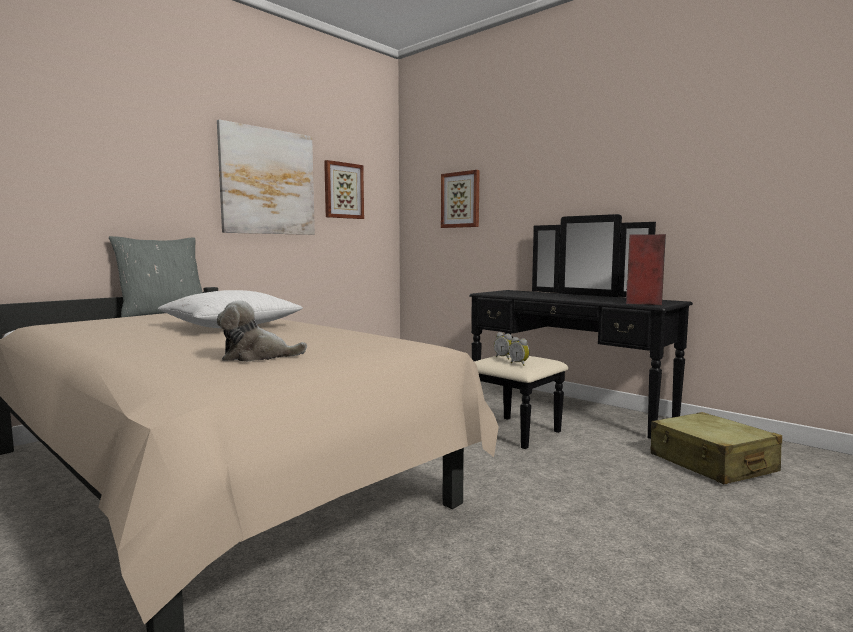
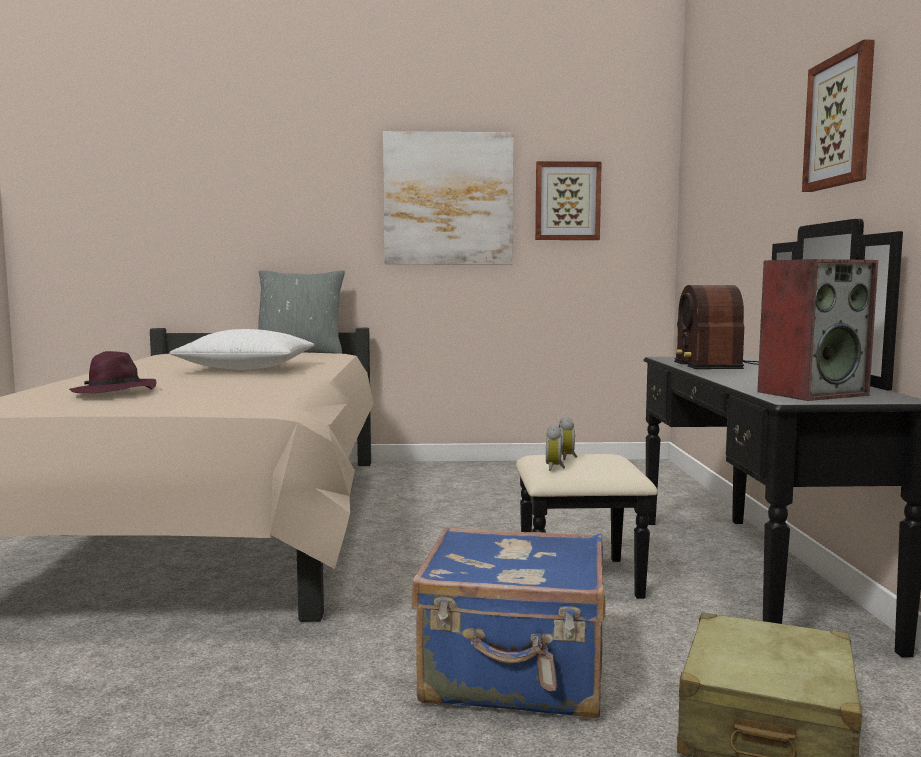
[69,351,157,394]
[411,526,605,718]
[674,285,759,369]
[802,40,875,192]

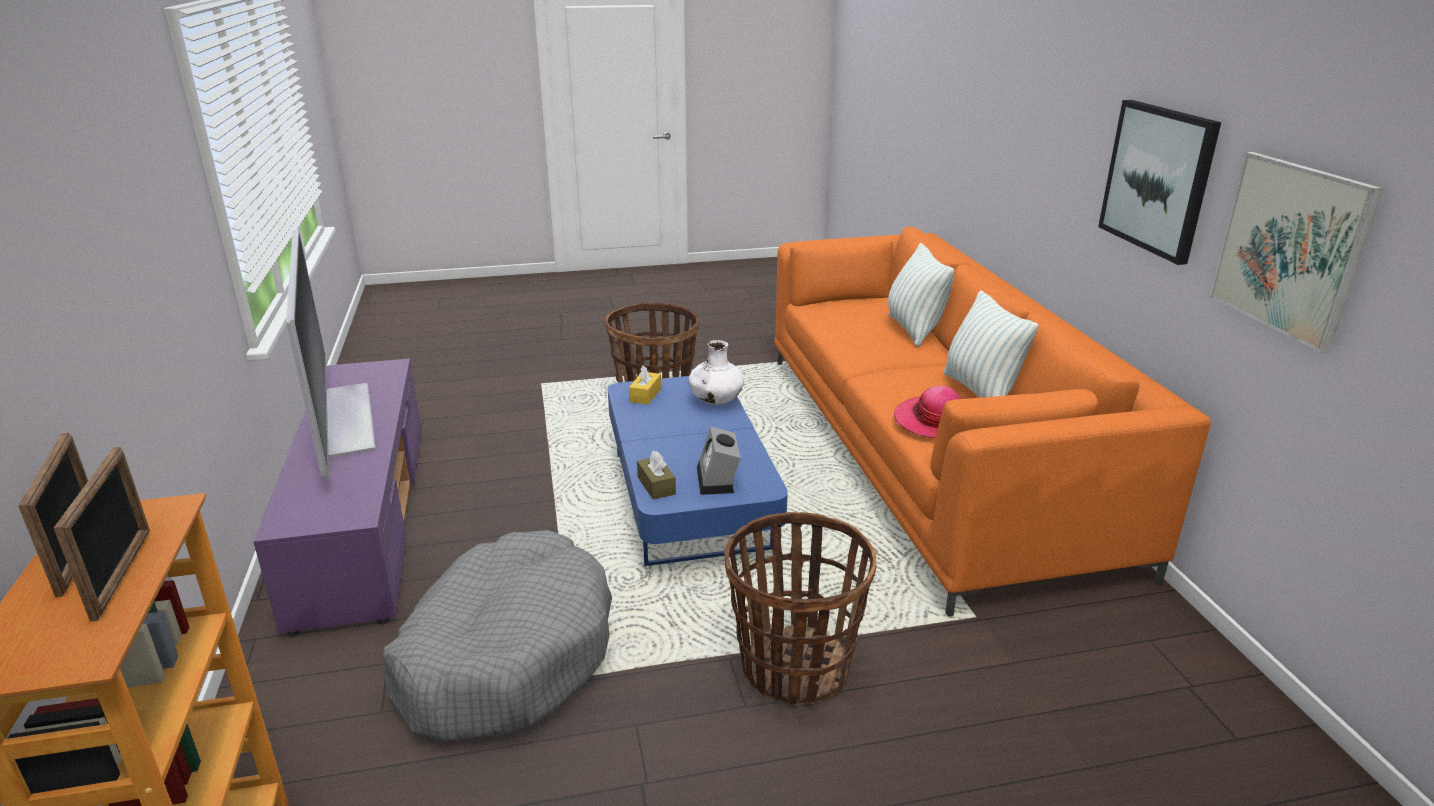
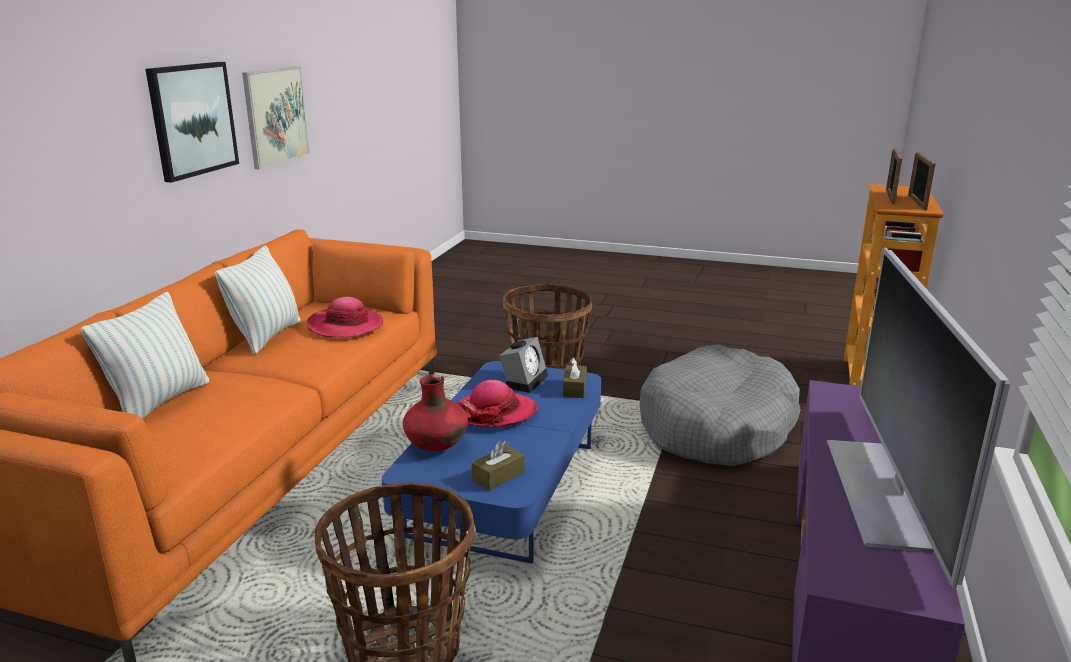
[403,374,468,451]
[457,380,538,428]
[472,441,525,491]

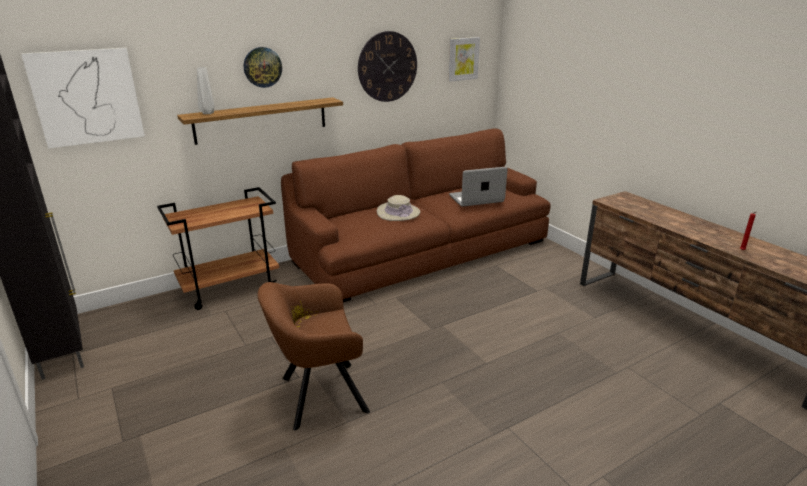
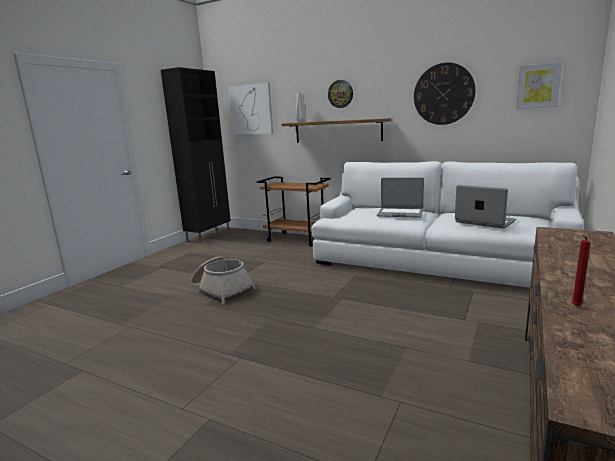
[192,256,256,304]
[311,161,584,288]
[376,178,424,218]

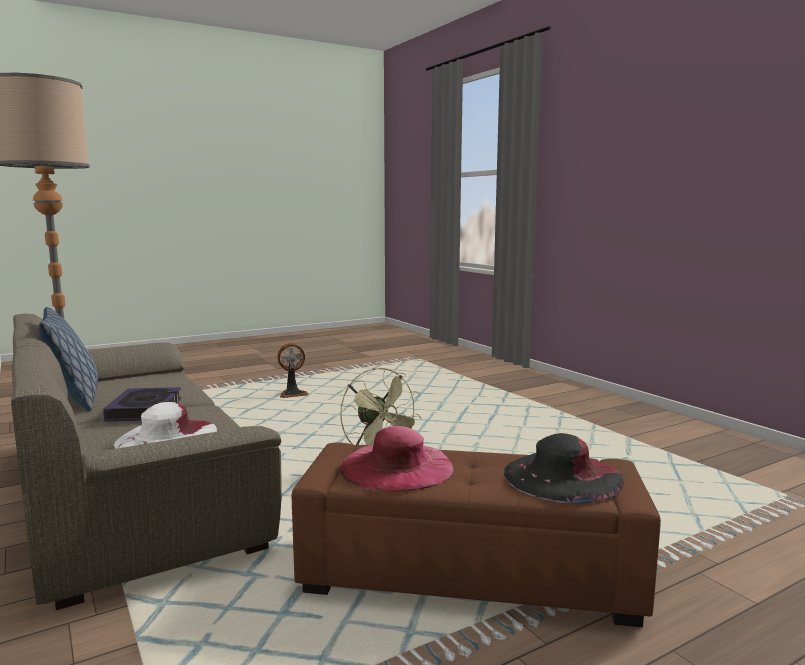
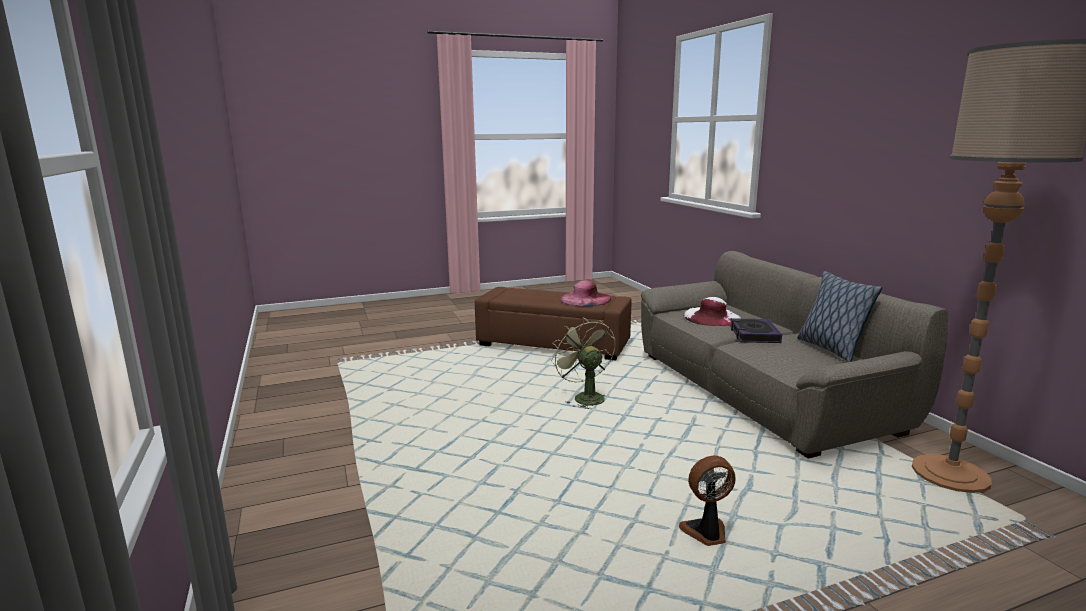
[504,433,624,504] (first image)

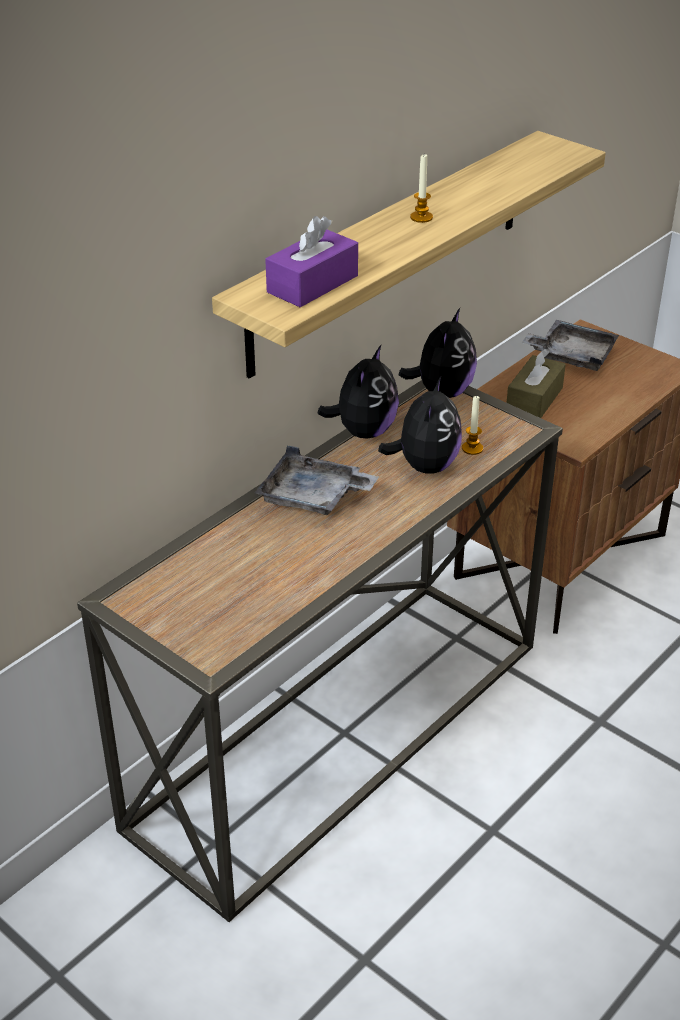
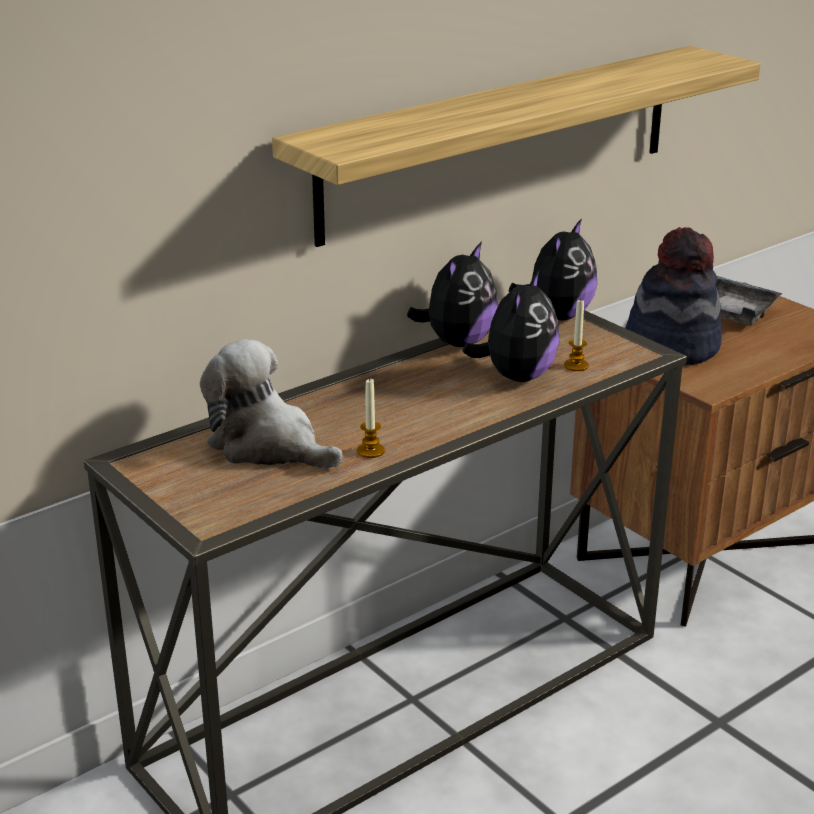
[200,339,342,469]
[357,378,385,458]
[625,227,722,365]
[255,445,378,515] (first image)
[265,216,358,307] (first image)

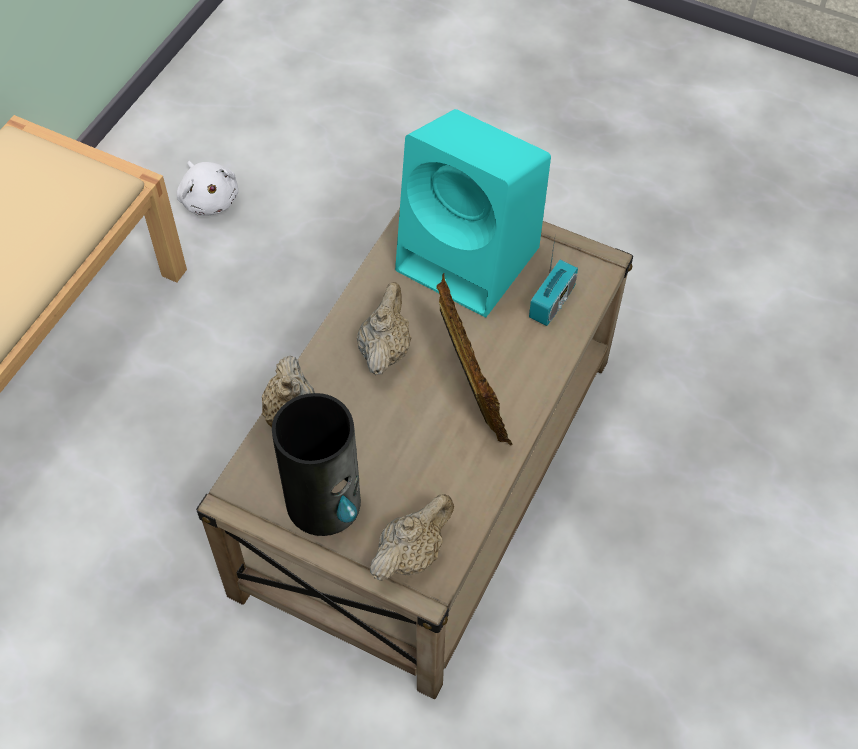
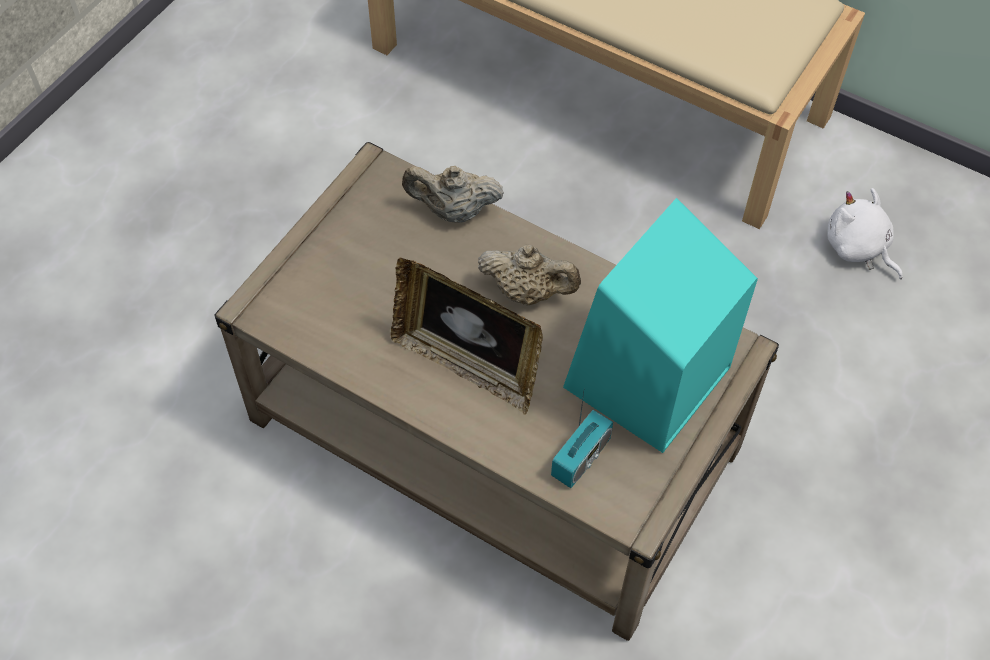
[391,257,543,415]
[551,392,613,488]
[827,188,902,279]
[272,393,361,536] (first image)
[370,494,454,581] (first image)

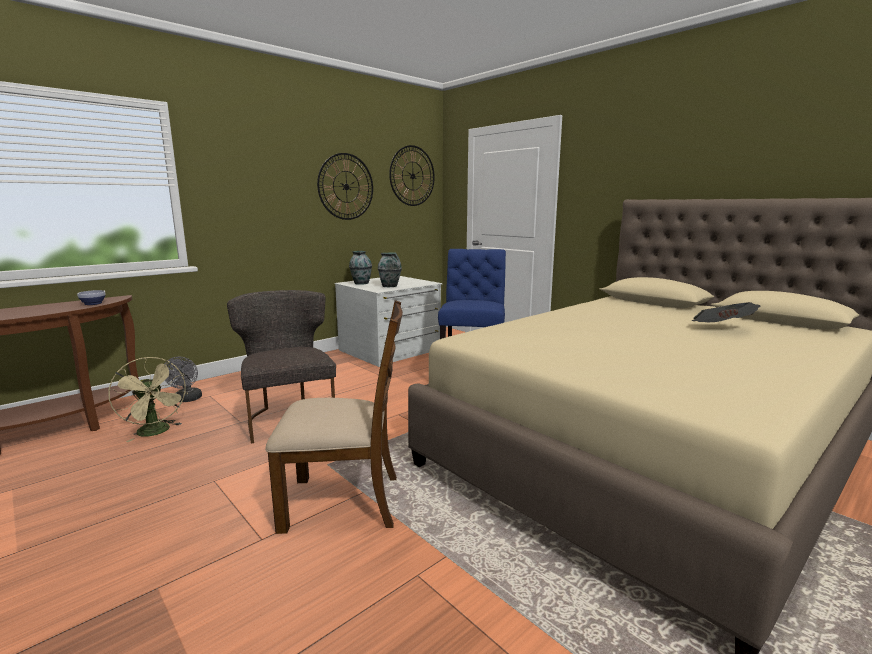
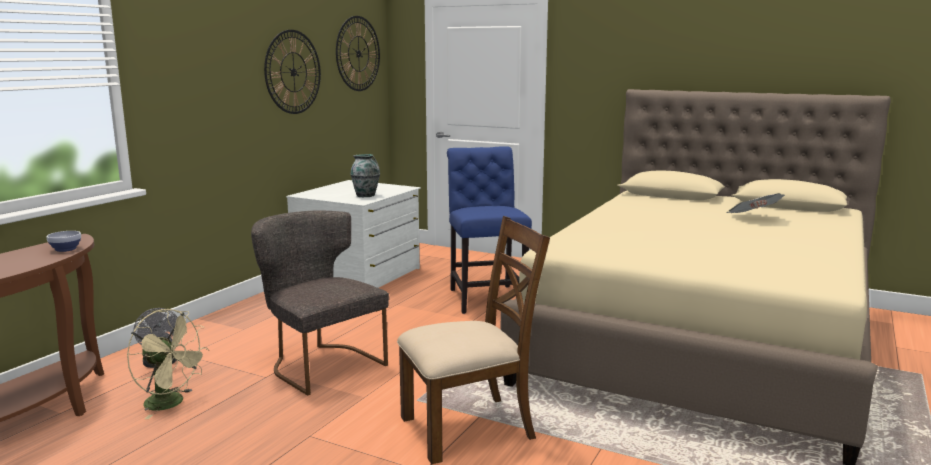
[349,251,372,284] (first image)

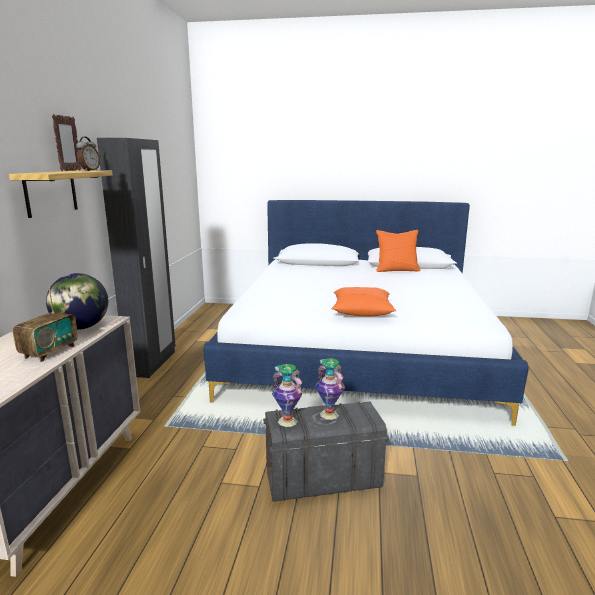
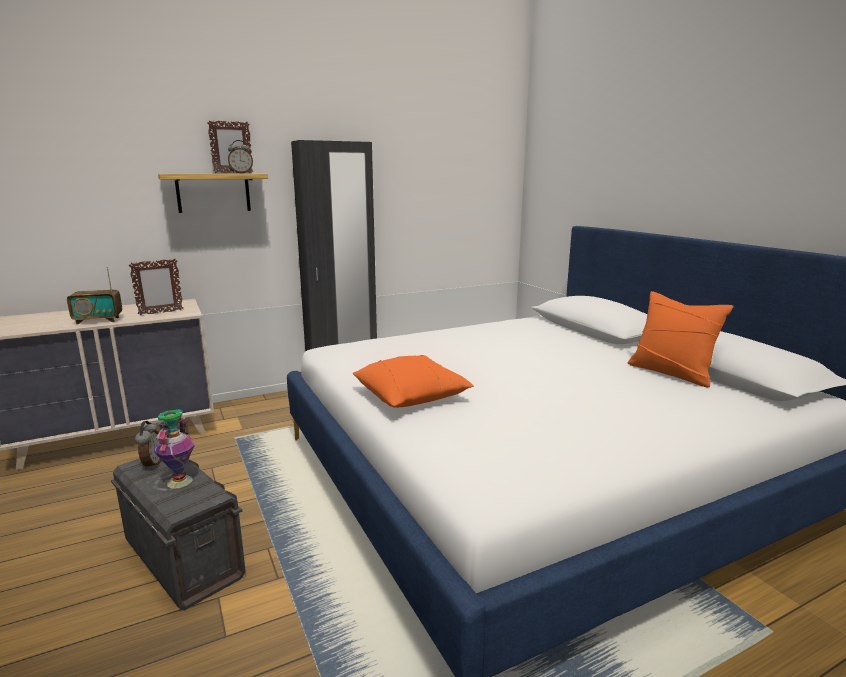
[129,258,183,316]
[135,421,161,470]

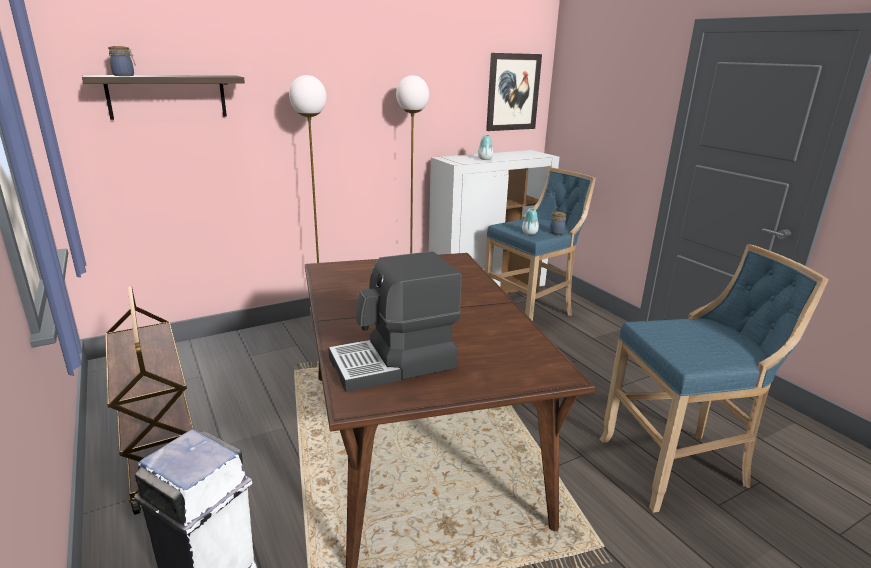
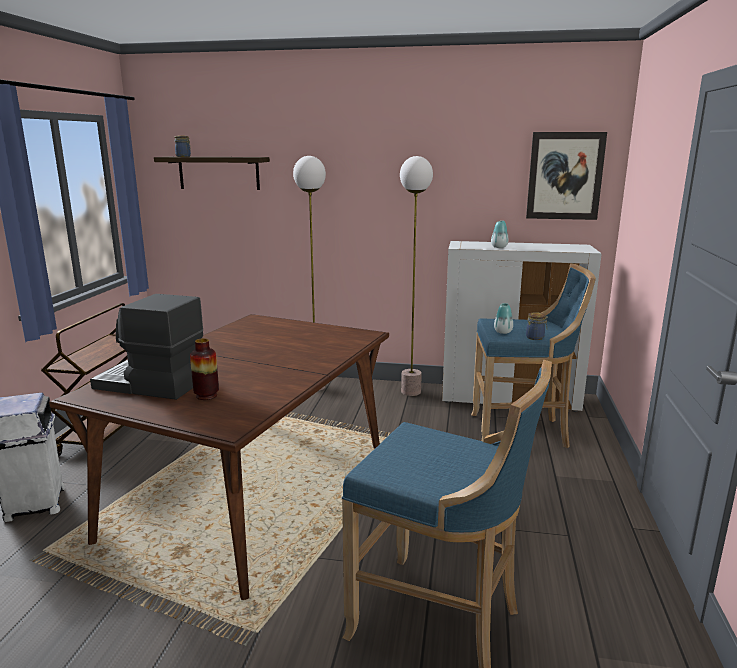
[190,338,219,400]

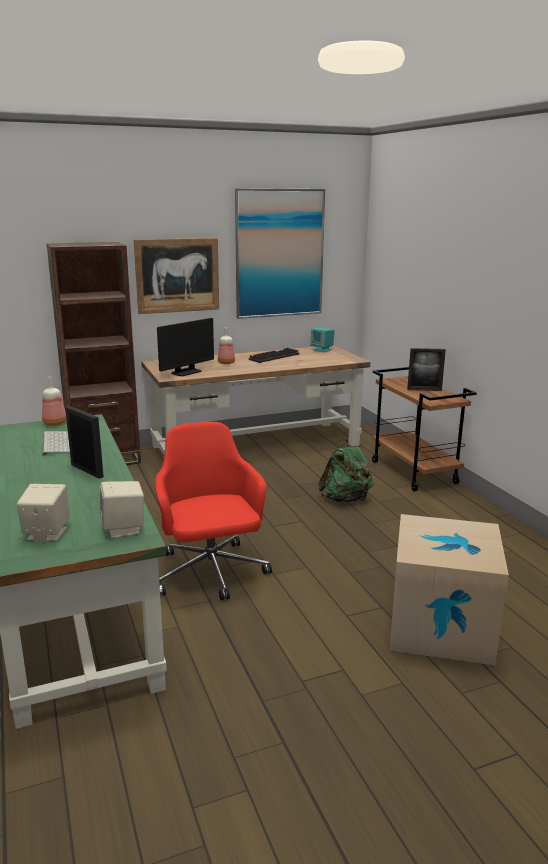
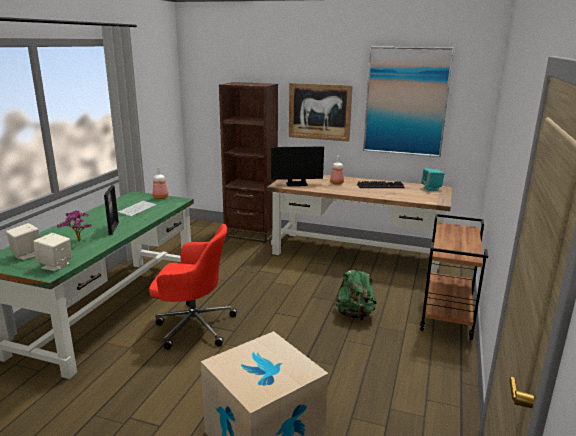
[57,211,92,241]
[149,224,237,350]
[407,348,446,391] (first image)

